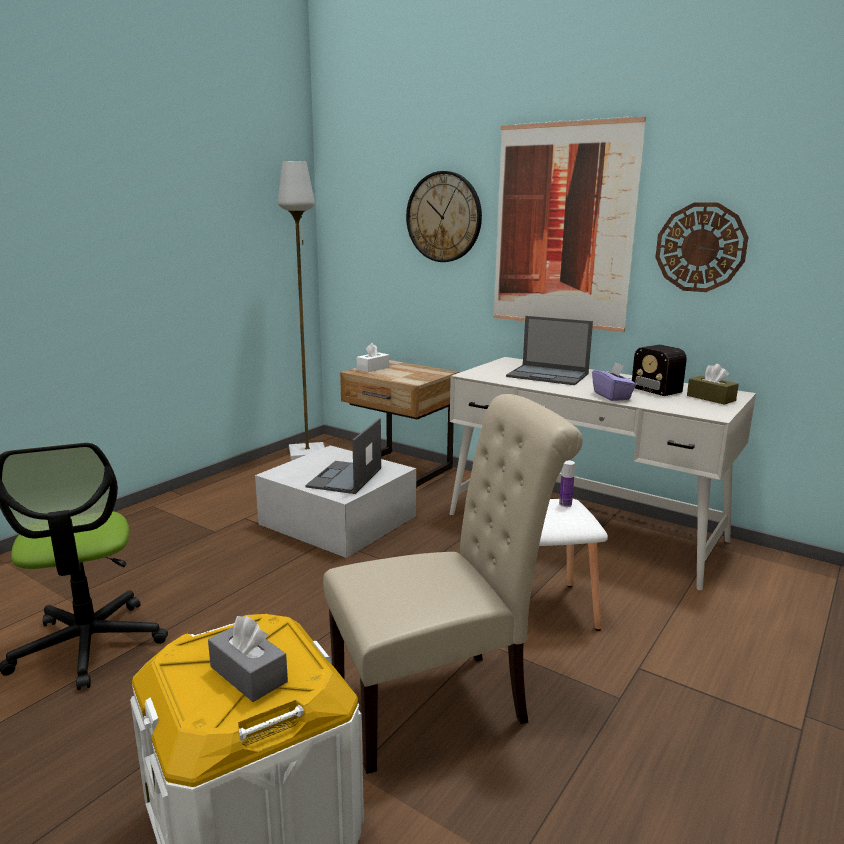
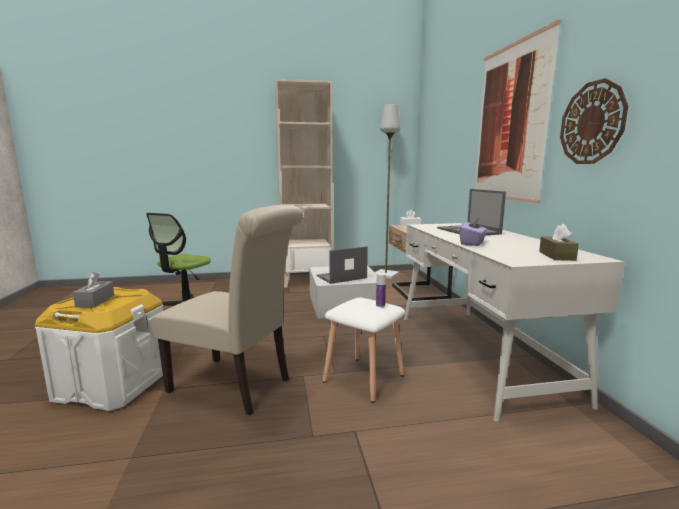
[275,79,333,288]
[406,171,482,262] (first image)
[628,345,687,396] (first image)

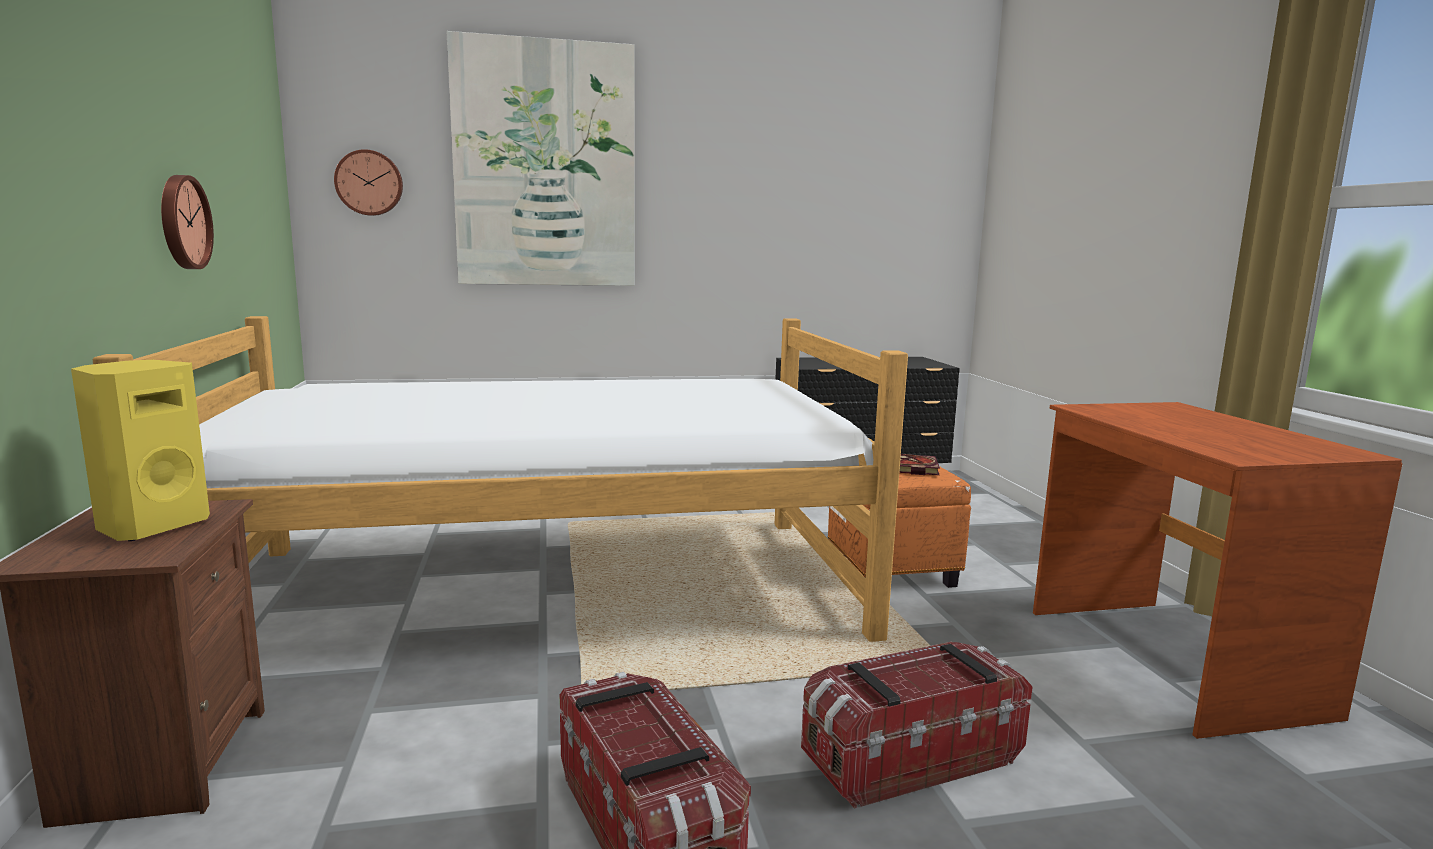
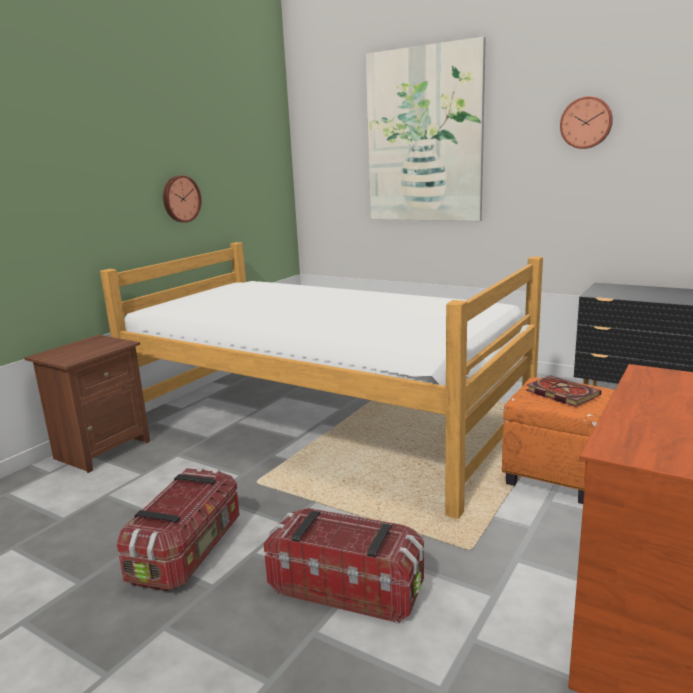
[560,96,613,149]
[71,360,210,541] (first image)

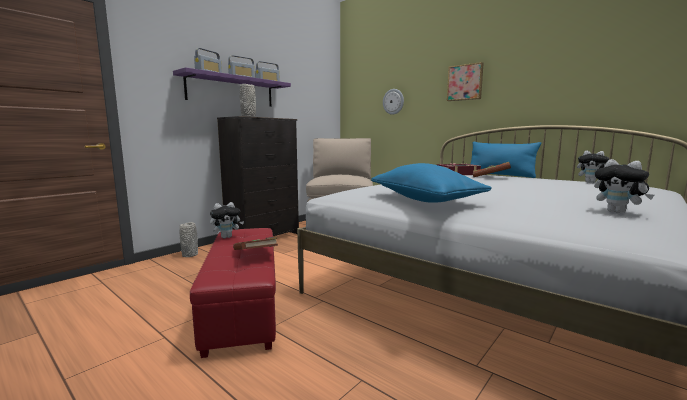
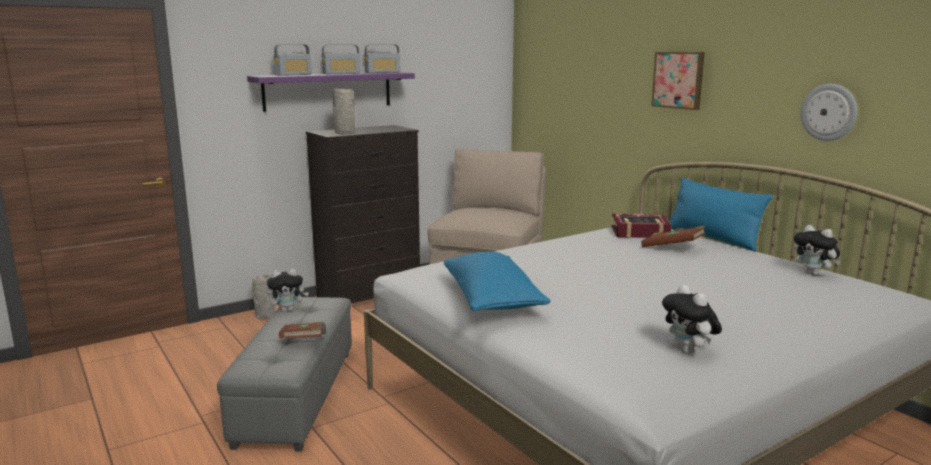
[217,297,352,452]
[801,84,857,141]

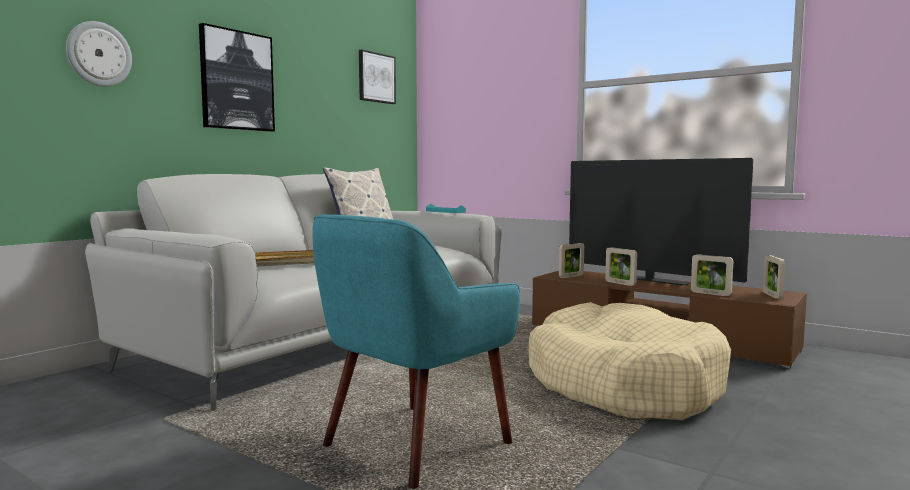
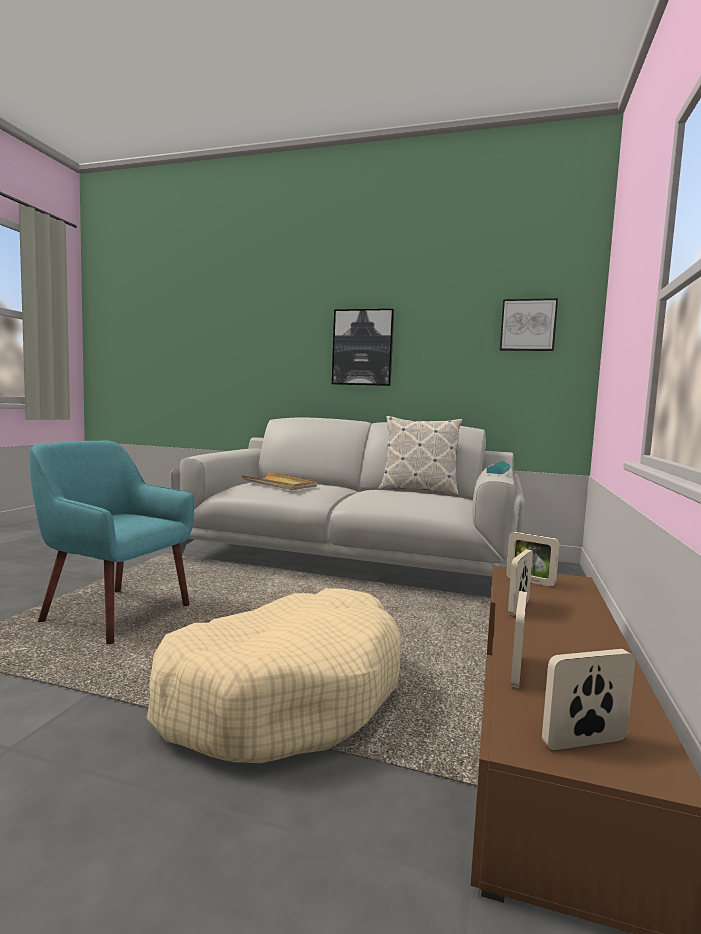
[66,21,132,87] (first image)
[569,158,753,286] (first image)

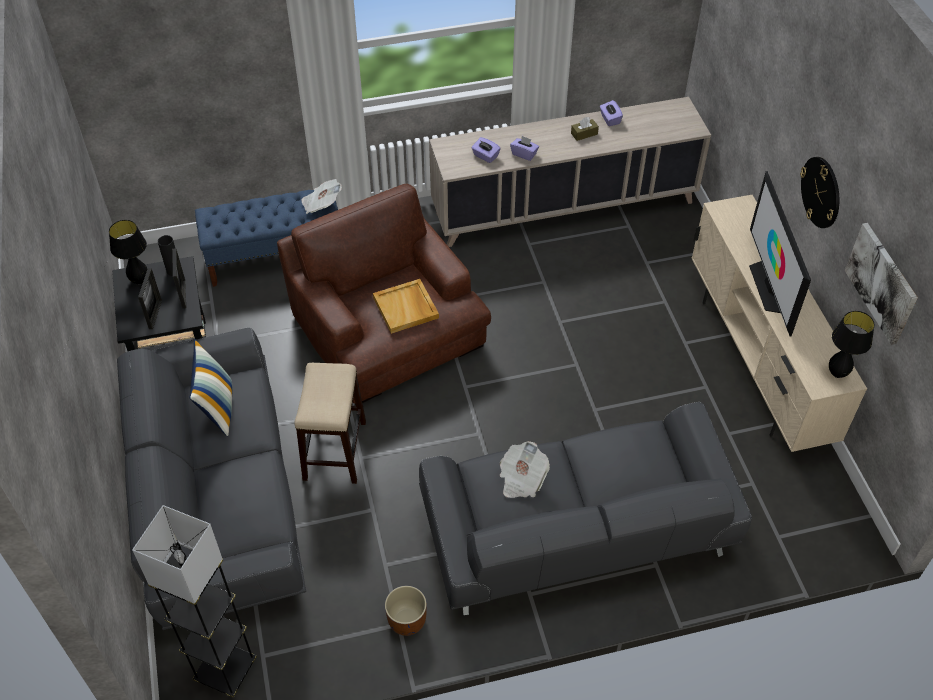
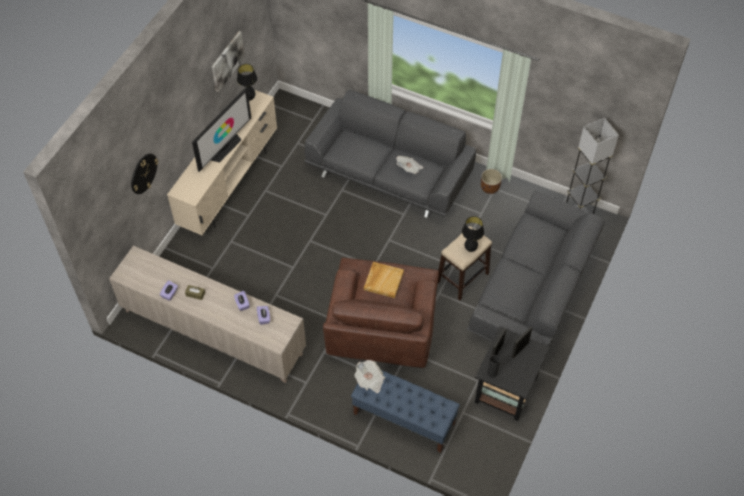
[131,154,158,194]
[462,216,484,252]
[190,340,233,436] (first image)

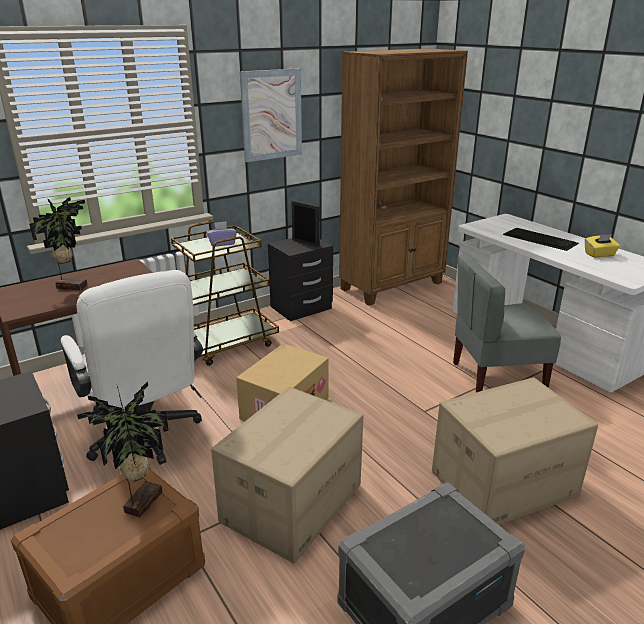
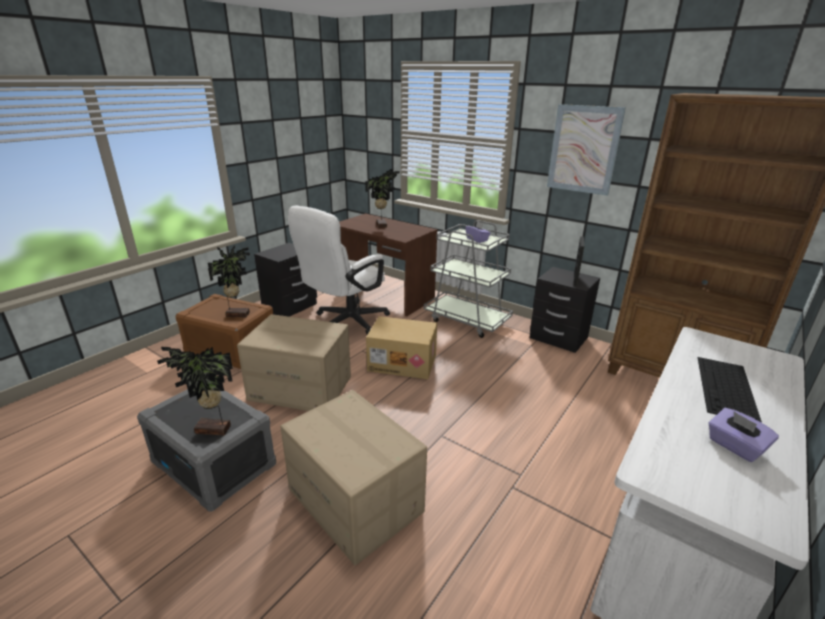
[157,347,233,436]
[424,220,513,338]
[709,408,779,462]
[453,254,561,392] (first image)

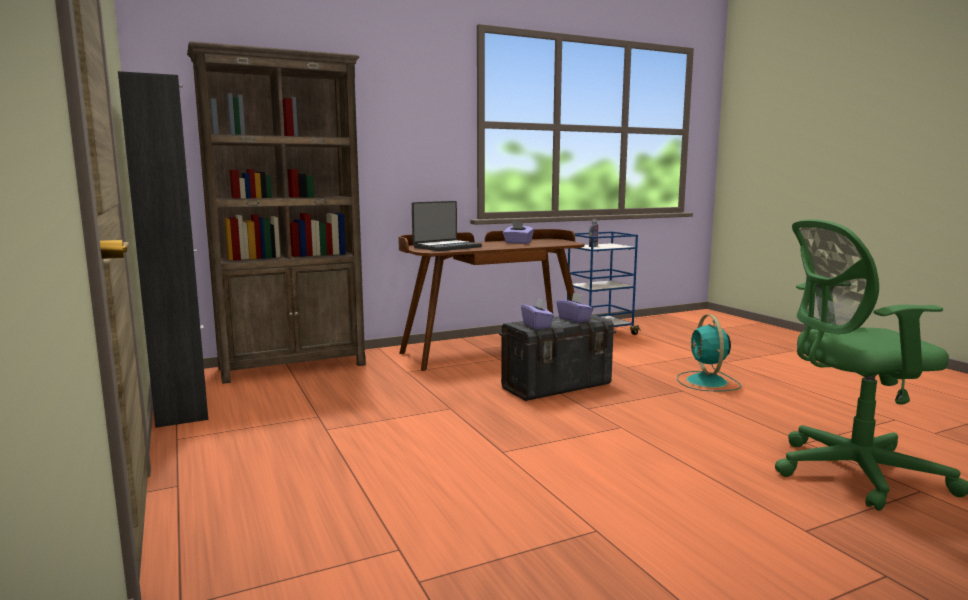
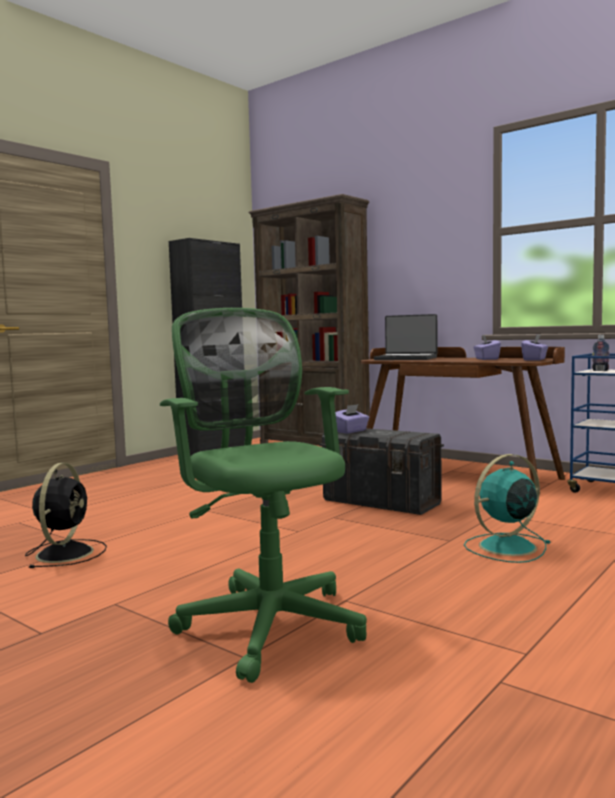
[25,463,107,568]
[521,334,548,360]

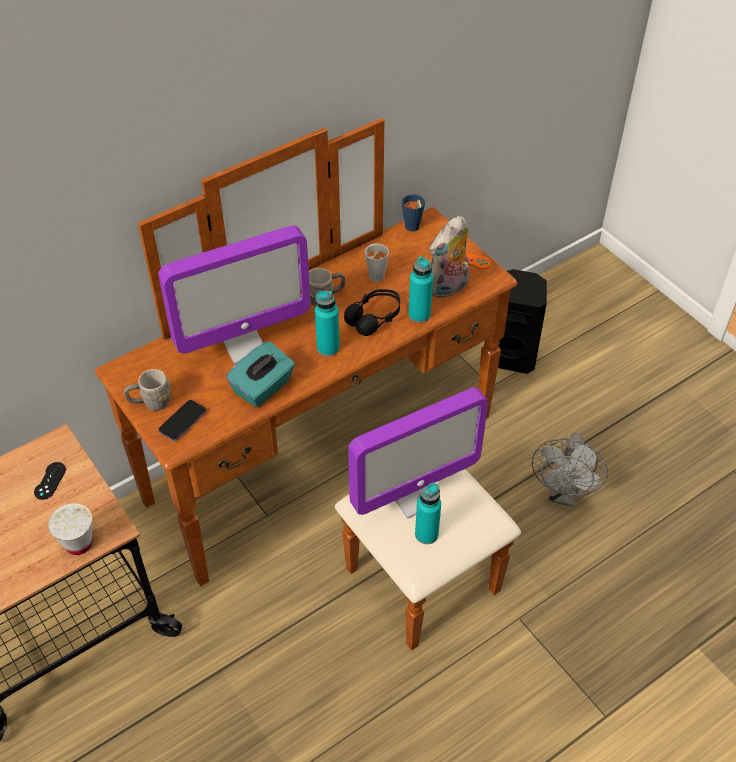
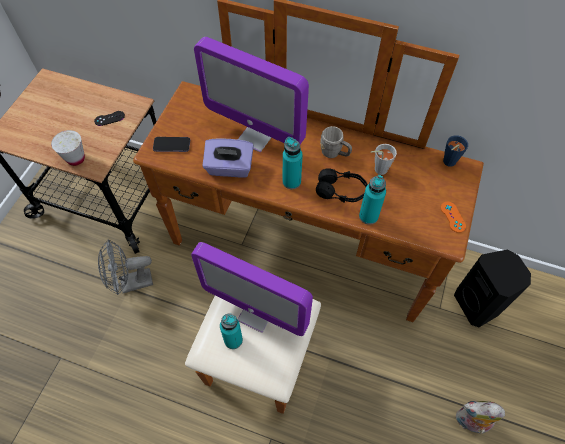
[98,239,153,295]
[202,139,254,178]
[456,401,505,434]
[124,369,171,411] (first image)

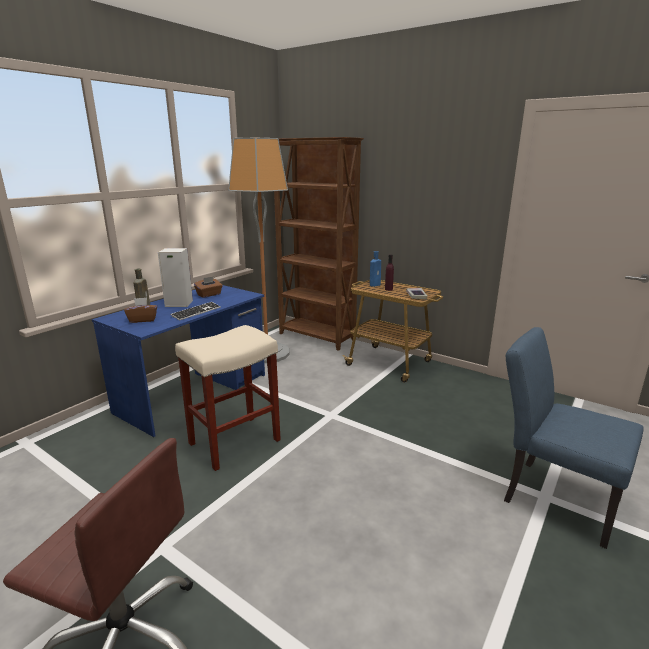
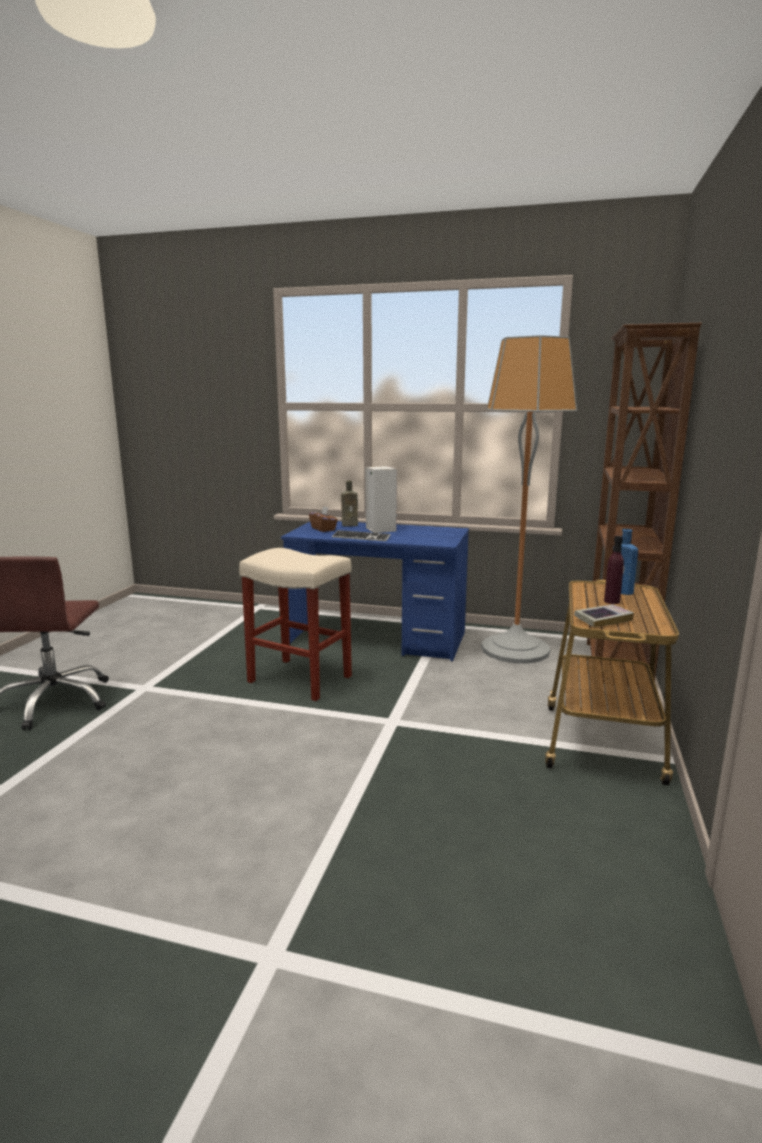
[194,276,223,298] (first image)
[504,327,644,549] (first image)

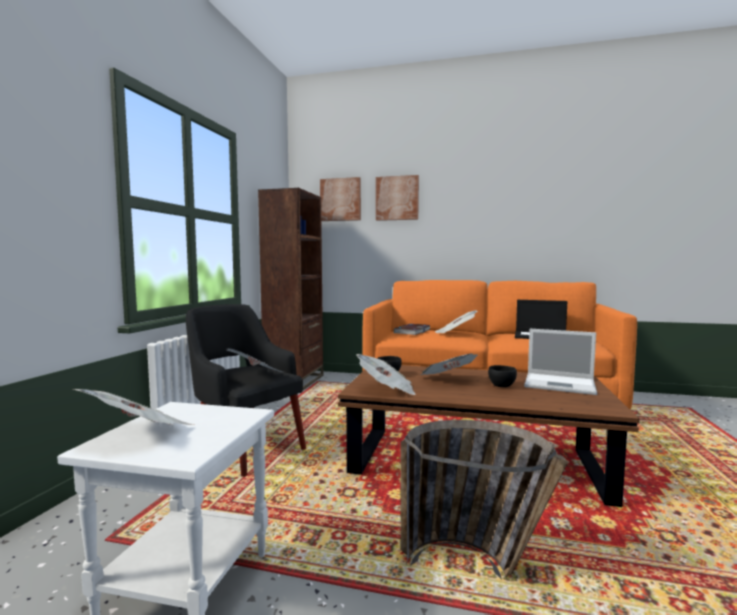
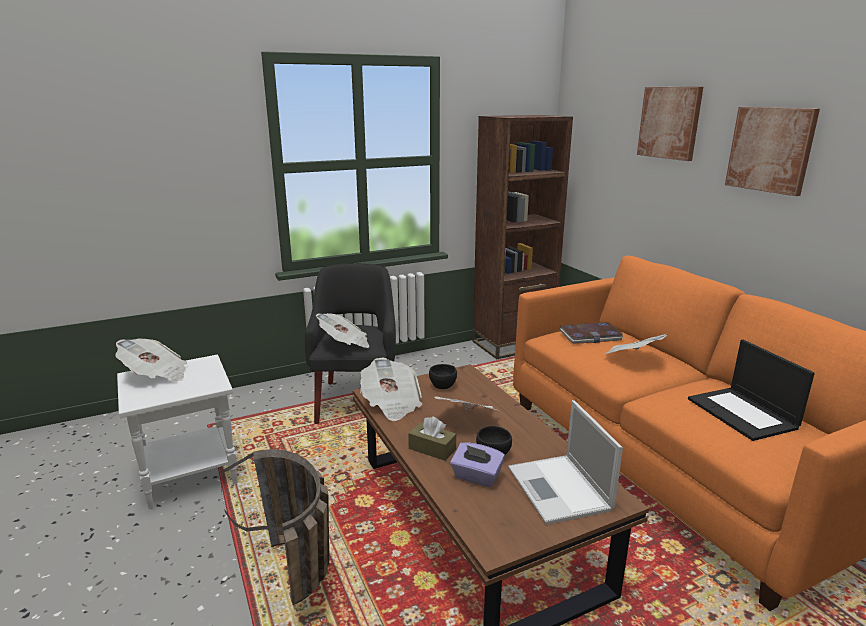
[408,417,456,461]
[450,442,505,487]
[725,107,820,196]

